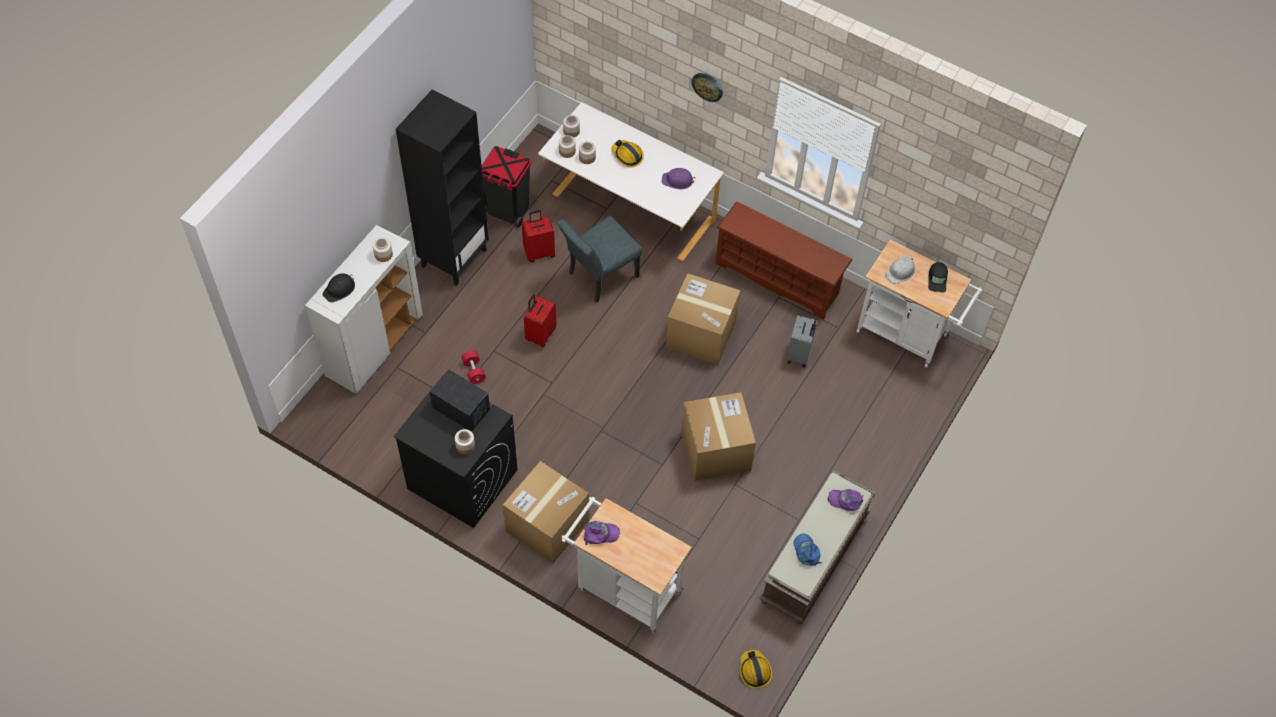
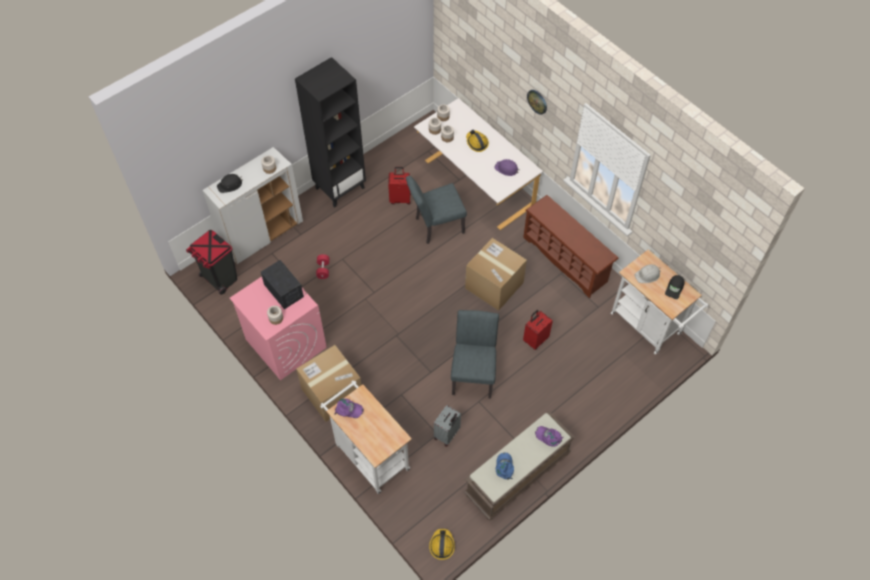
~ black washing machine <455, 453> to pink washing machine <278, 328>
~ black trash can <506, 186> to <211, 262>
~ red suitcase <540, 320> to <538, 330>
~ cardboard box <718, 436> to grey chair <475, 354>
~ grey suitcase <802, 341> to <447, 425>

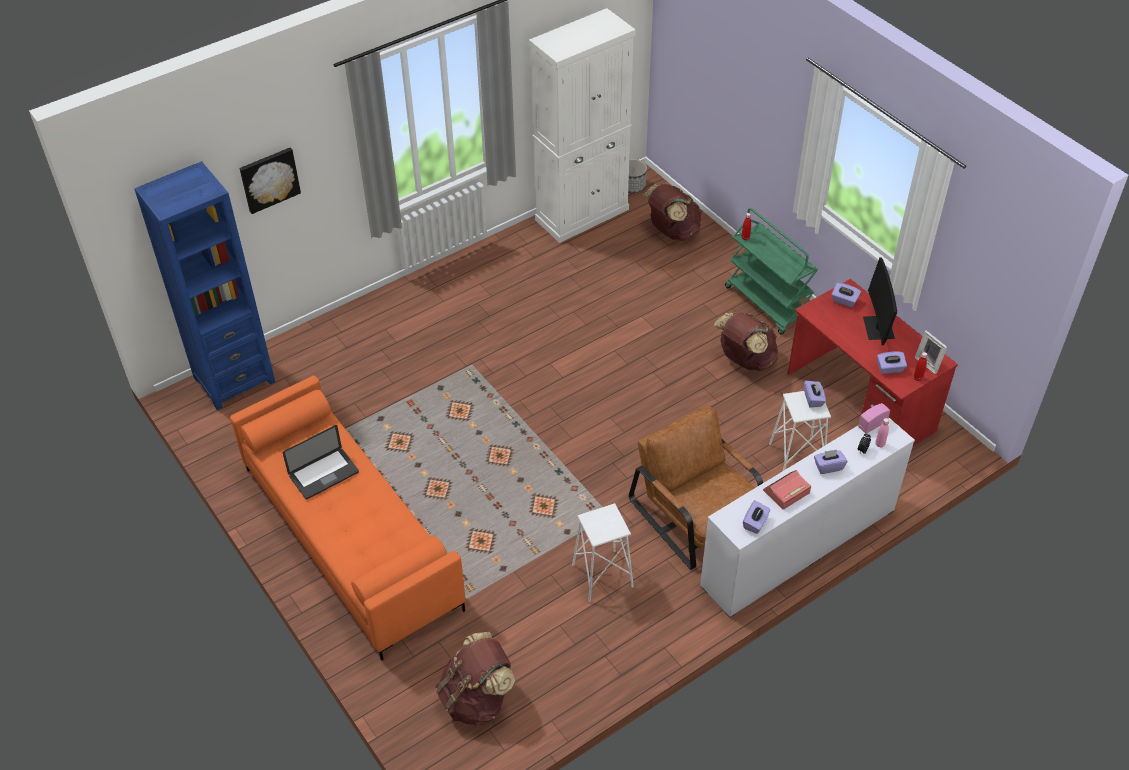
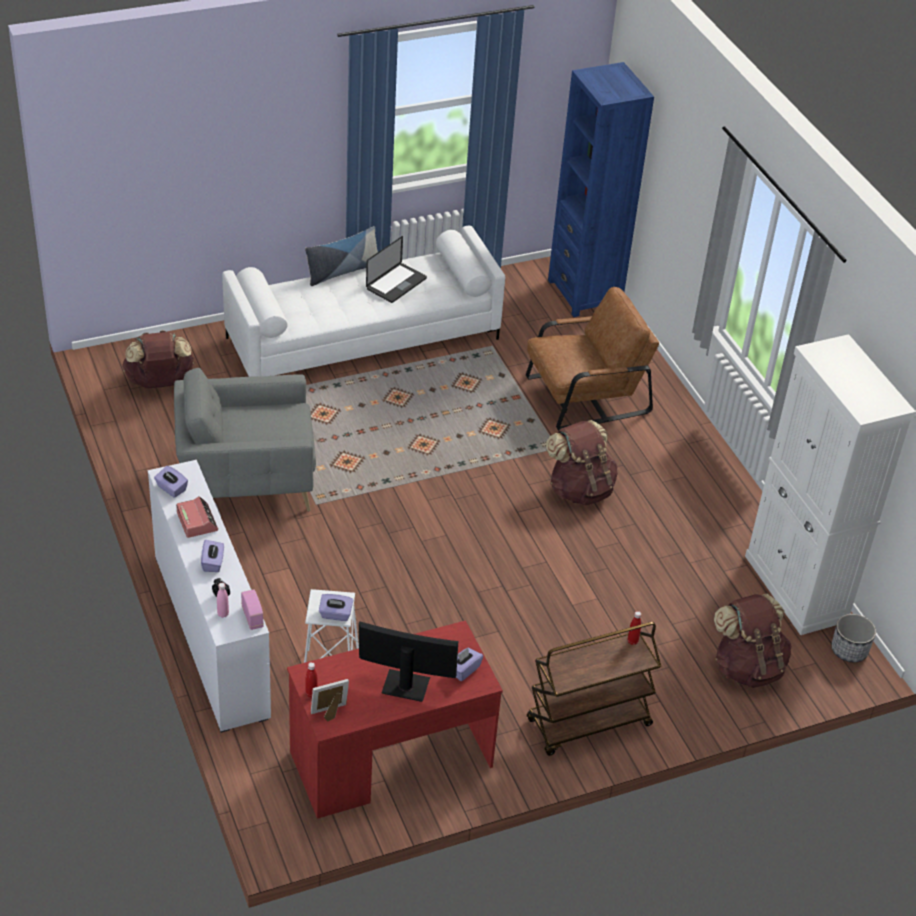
~ orange sofa <348, 518> to white sofa <363, 301>
- picture <270, 181>
~ laptop <321, 462> = <396, 269> 120 degrees counterclockwise
~ white stool <603, 552> to grey armchair <245, 440>
~ brown armchair <696, 488> to <592, 359>
~ brown backpack <746, 341> to <582, 463>
~ green cart <771, 271> to brown cart <594, 689>
- purple tissue box <892, 362>
+ pillow <341, 256>

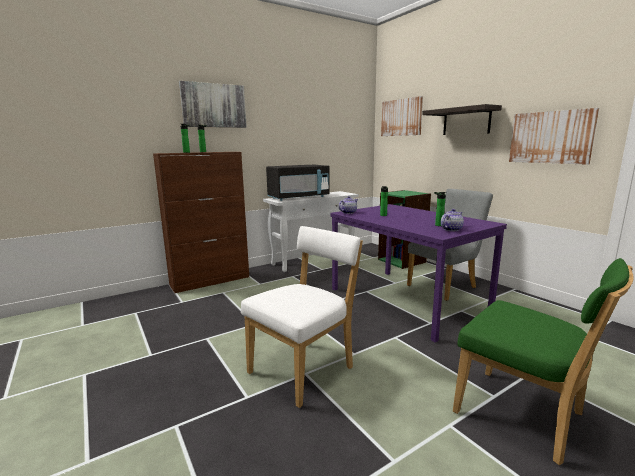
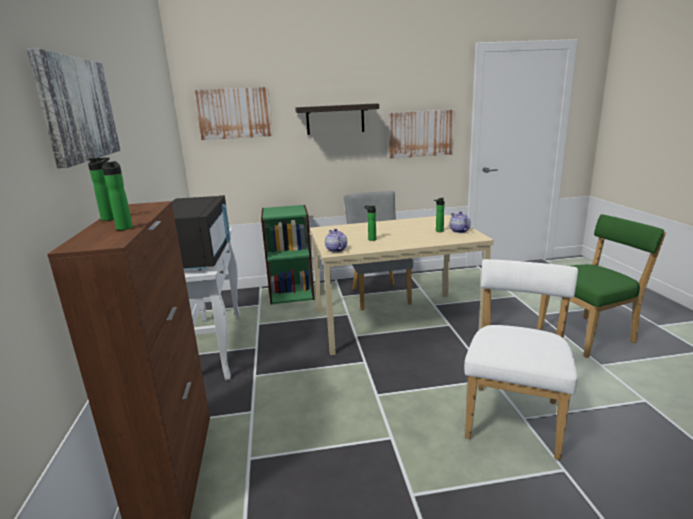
~ white chair <302, 317> = <521, 359> 45 degrees clockwise
~ purple dining table <418, 273> to beige dining table <402, 285>

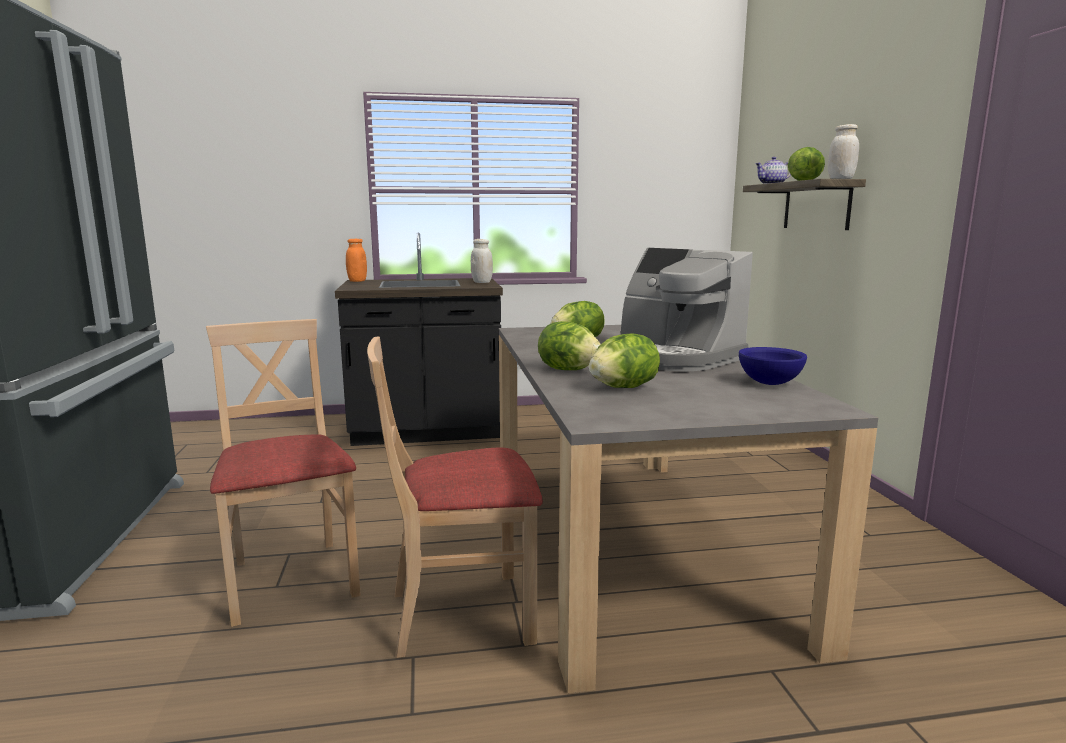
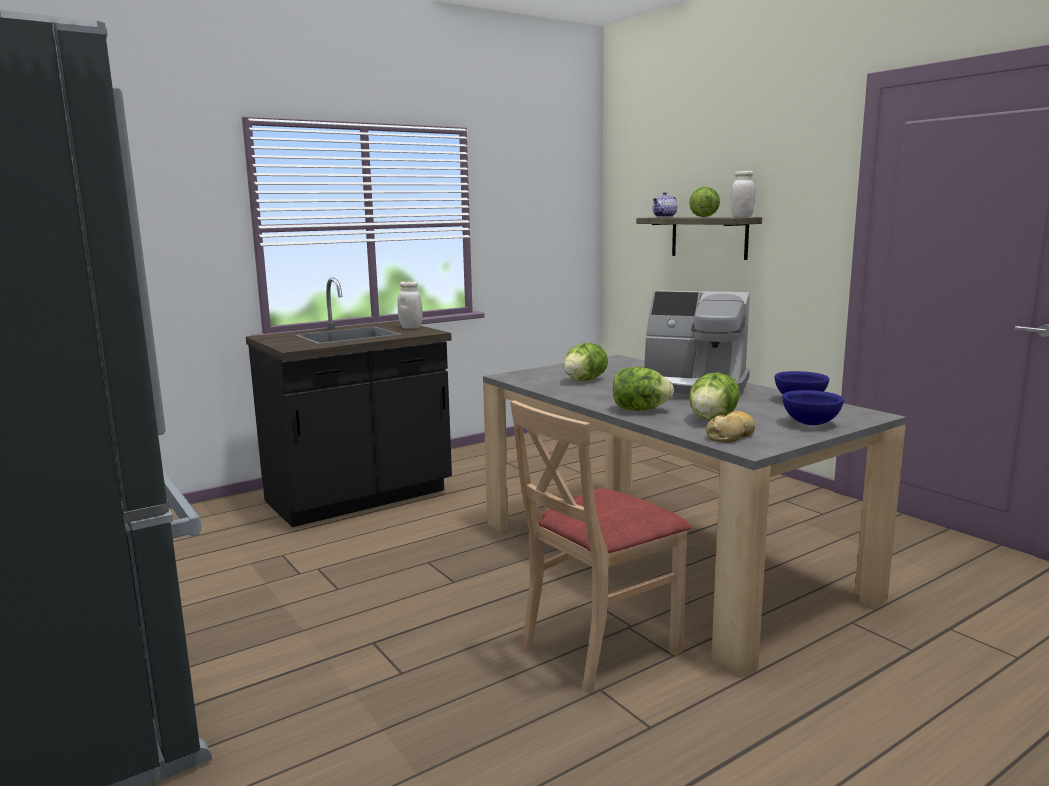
- beige chair <283, 473>
- orange jar <356, 260>
+ bread <730, 427>
+ blue bowl <813, 407>

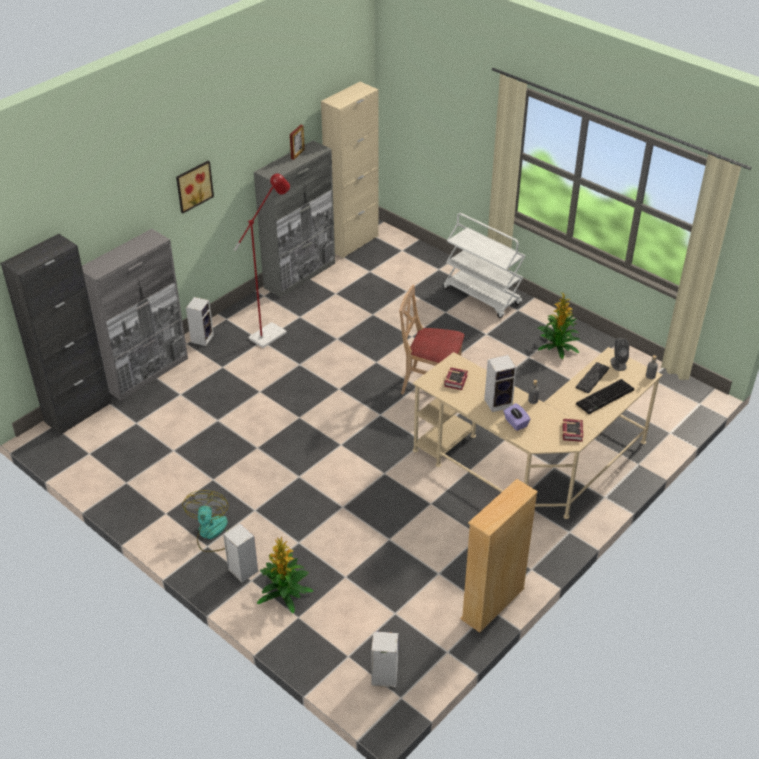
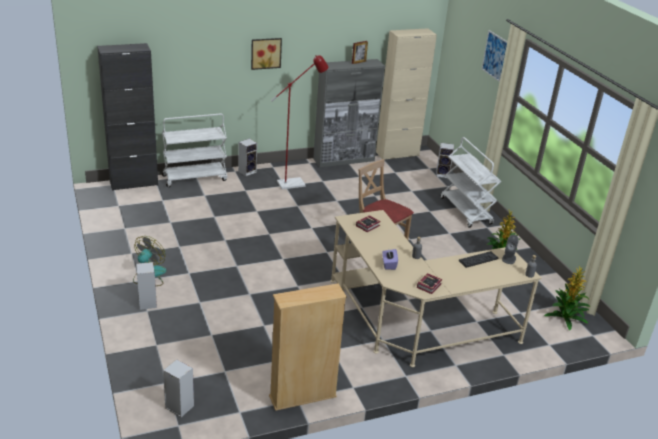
~ grey cabinet <135, 315> to white cart <194, 150>
~ potted plant <285, 575> to <567, 298>
~ speaker <500, 383> to <445, 160>
- keyboard <605, 396>
+ picture <494, 56>

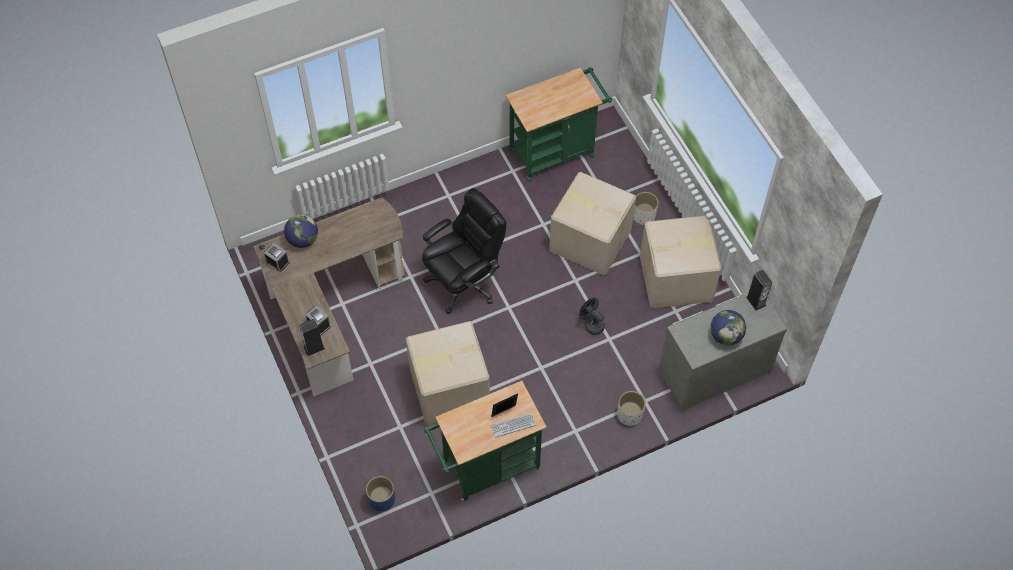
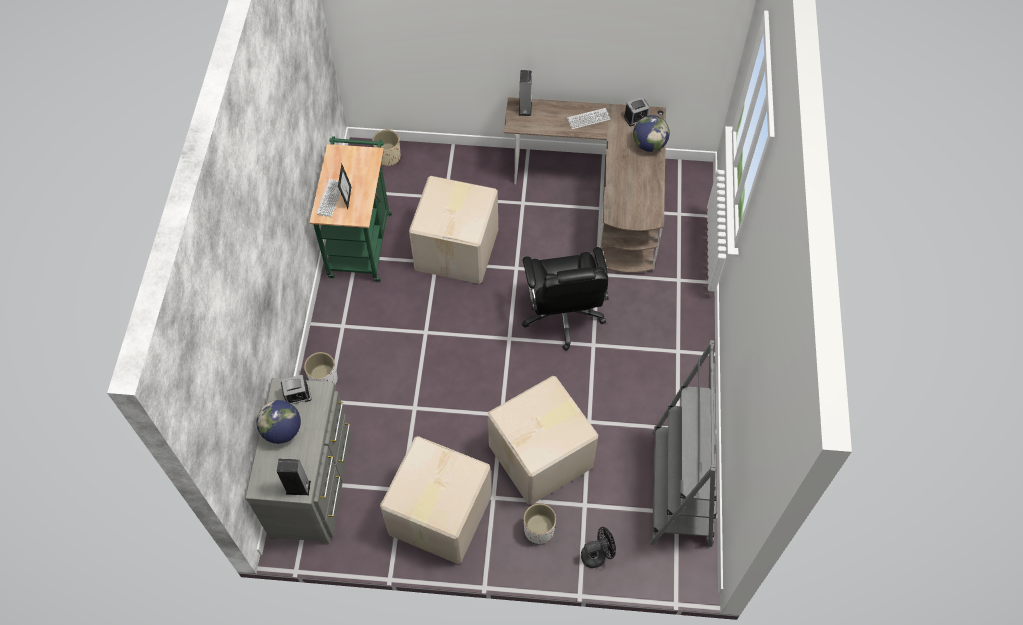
~ alarm clock <318, 320> to <296, 389>
~ blue planter <380, 494> to beige planter <387, 148>
~ green cart <559, 124> to grey bookcase <683, 443>
~ black fan <592, 316> to <598, 547>
+ keyboard <588, 118>

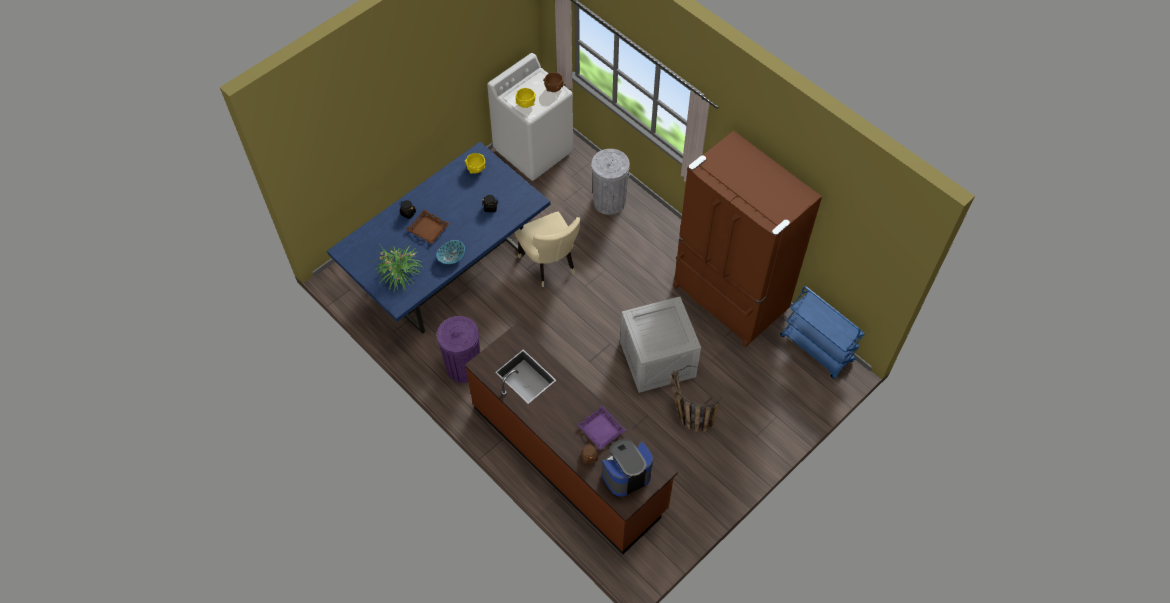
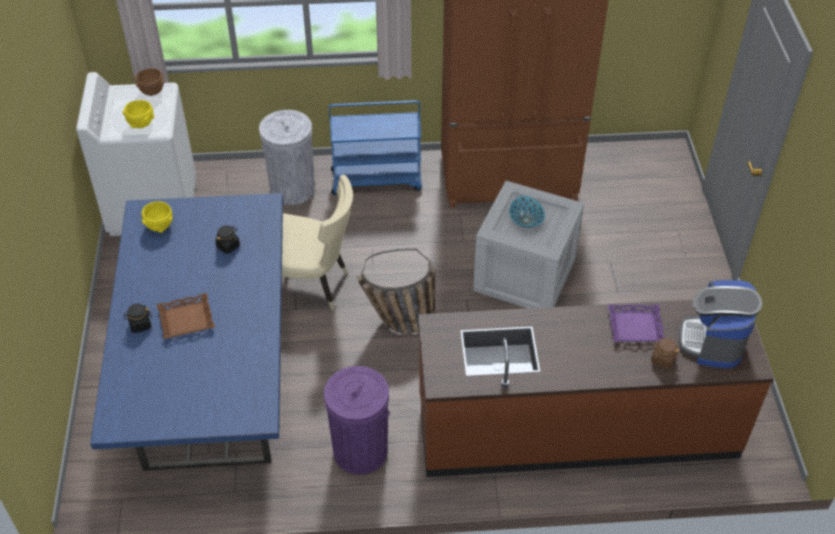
- potted plant <396, 269>
~ bowl <450, 252> to <527, 212>
~ basket <695, 399> to <395, 291>
~ blue cart <822, 332> to <375, 147>

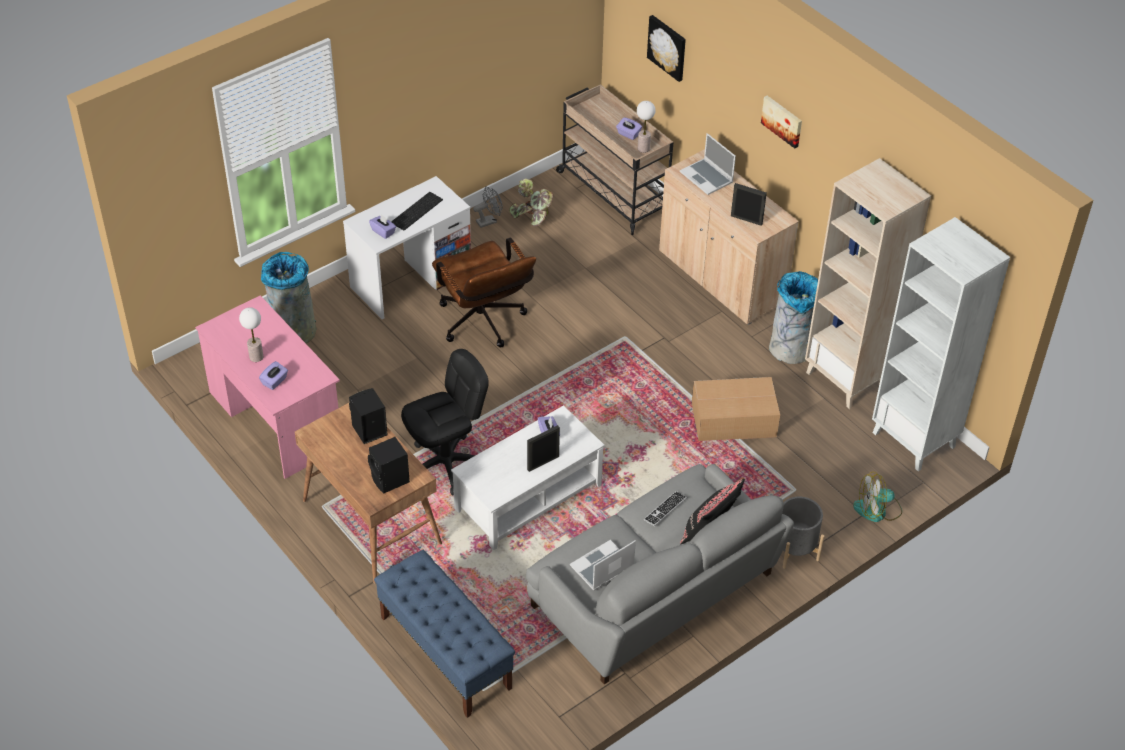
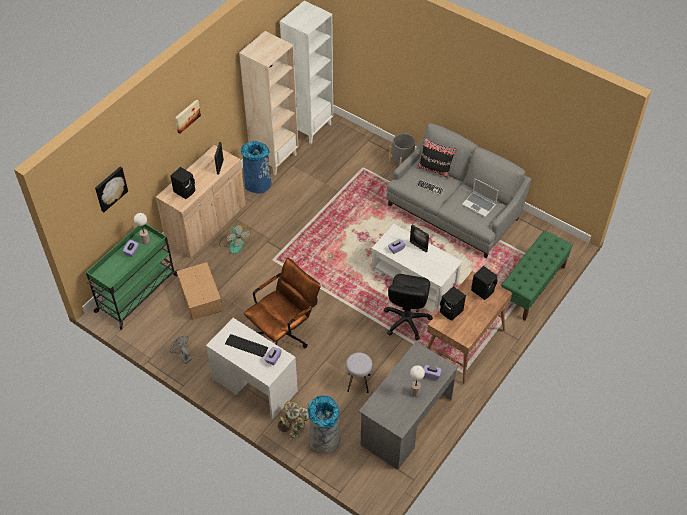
~ pink desk <267, 387> to grey desk <408, 405>
~ blue bench <444, 634> to green bench <537, 275>
~ black office chair <445, 422> = <408, 307> 120 degrees counterclockwise
~ potted plant <531, 203> to <293, 419>
~ beige cart <614, 159> to green cart <132, 277>
~ laptop <708, 164> to black speaker <183, 183>
~ cardboard box <736, 409> to <200, 291>
~ grey trash can <793, 317> to blue trash can <256, 167>
~ fan <877, 497> to <235, 239>
+ grey stool <359, 373>

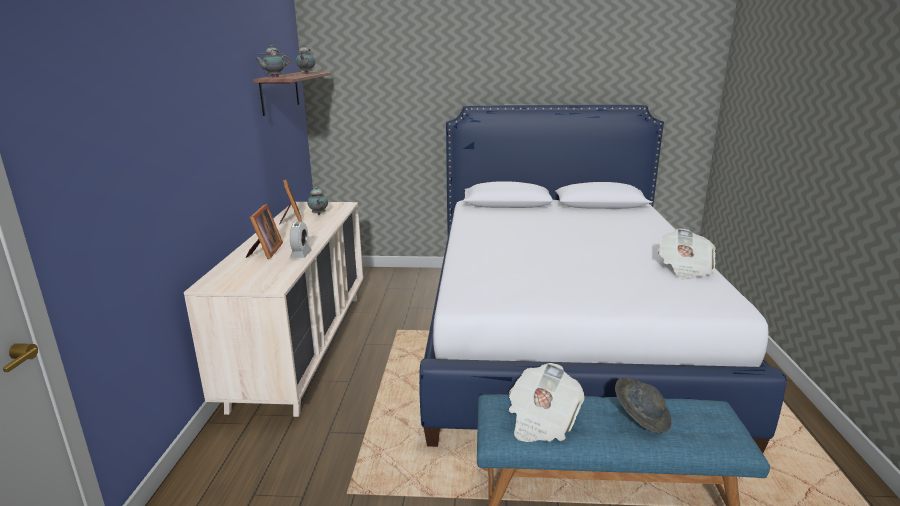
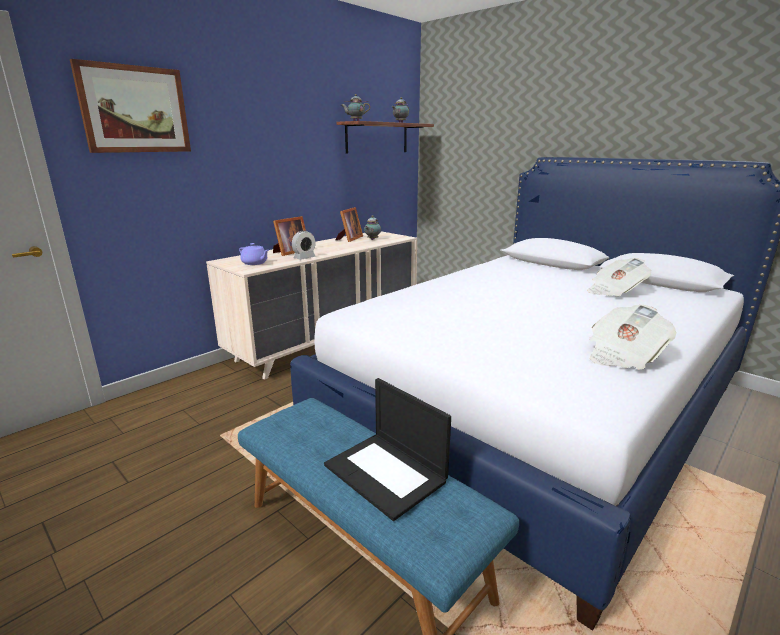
~ newspaper <546, 402> to <619, 277>
~ grey hat <643, 405> to laptop <387, 449>
+ picture <130, 106>
+ purple teapot <254, 254>

